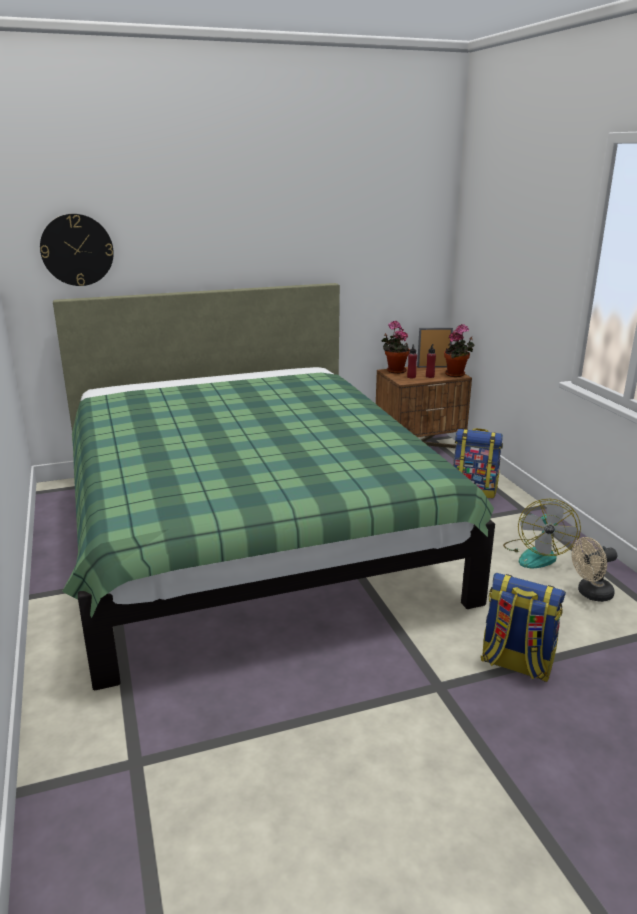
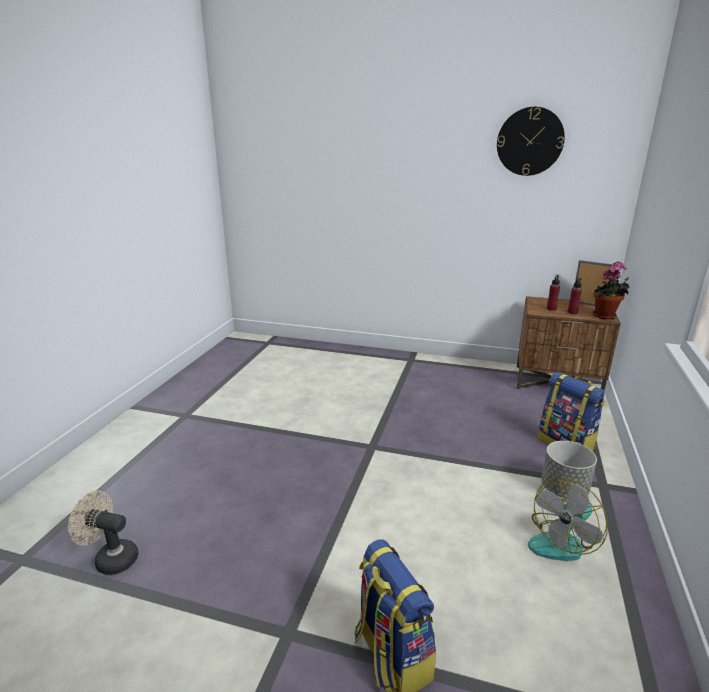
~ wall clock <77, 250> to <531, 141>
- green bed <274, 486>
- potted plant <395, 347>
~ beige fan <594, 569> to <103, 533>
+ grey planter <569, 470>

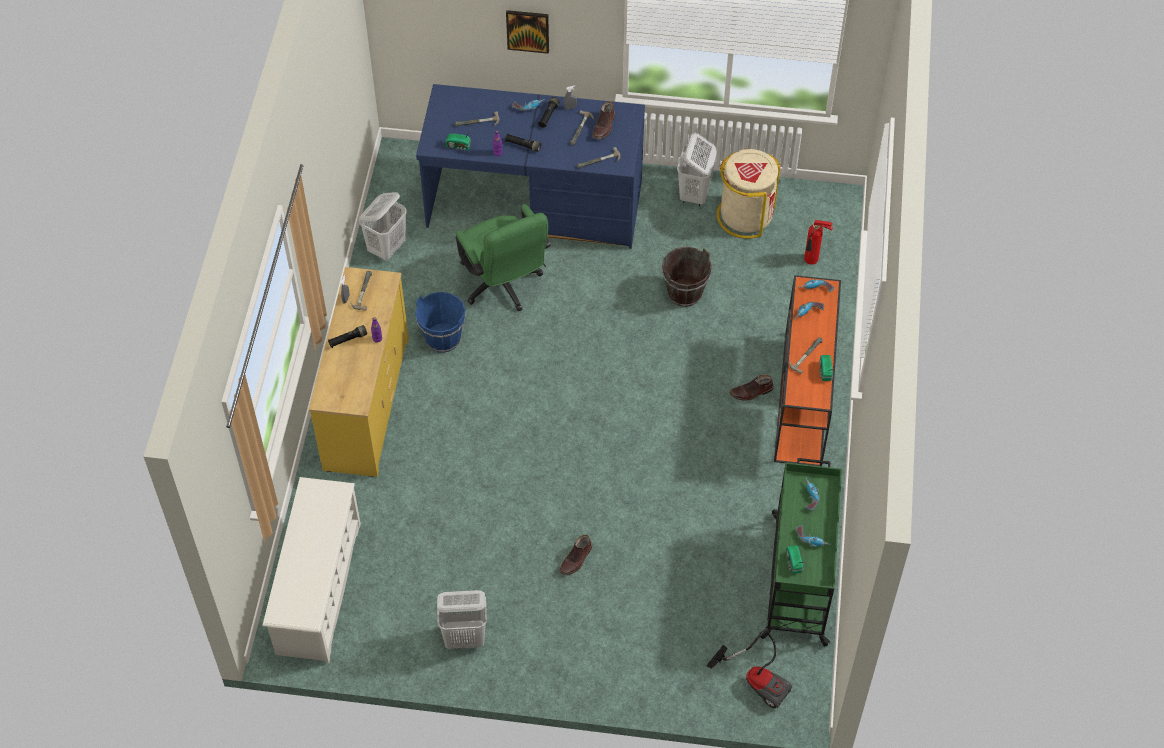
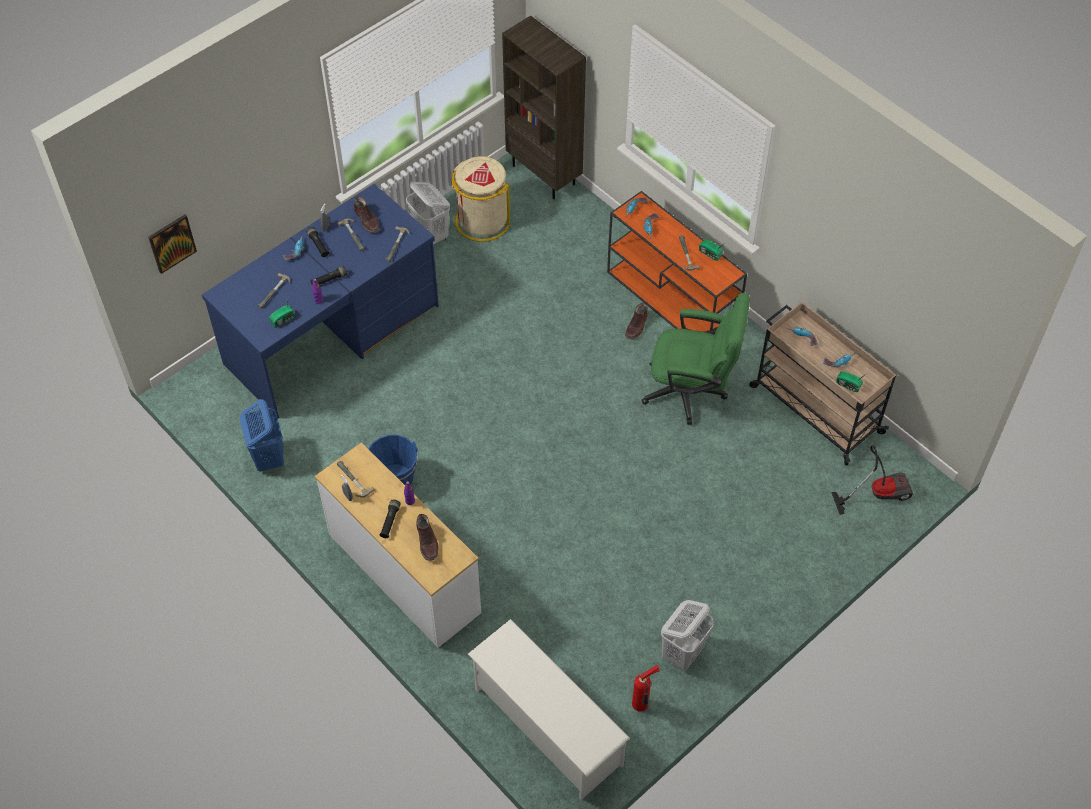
~ yellow dresser <359, 372> to white dresser <398, 545>
~ white laundry basket <383, 226> to blue laundry basket <262, 435>
~ green office chair <503, 257> to <695, 359>
~ picture <527, 32> to <172, 244>
~ brown boot <575, 555> to <427, 537>
- brown bucket <687, 277>
~ green cart <801, 552> to beige cart <822, 384>
~ fire extinguisher <818, 242> to <646, 688>
+ brown bookcase <544, 107>

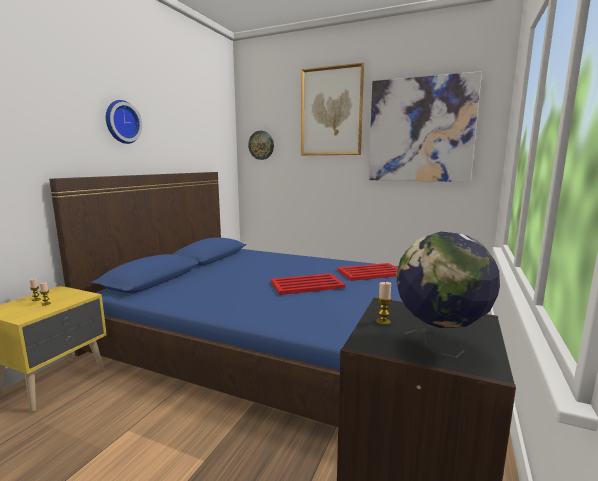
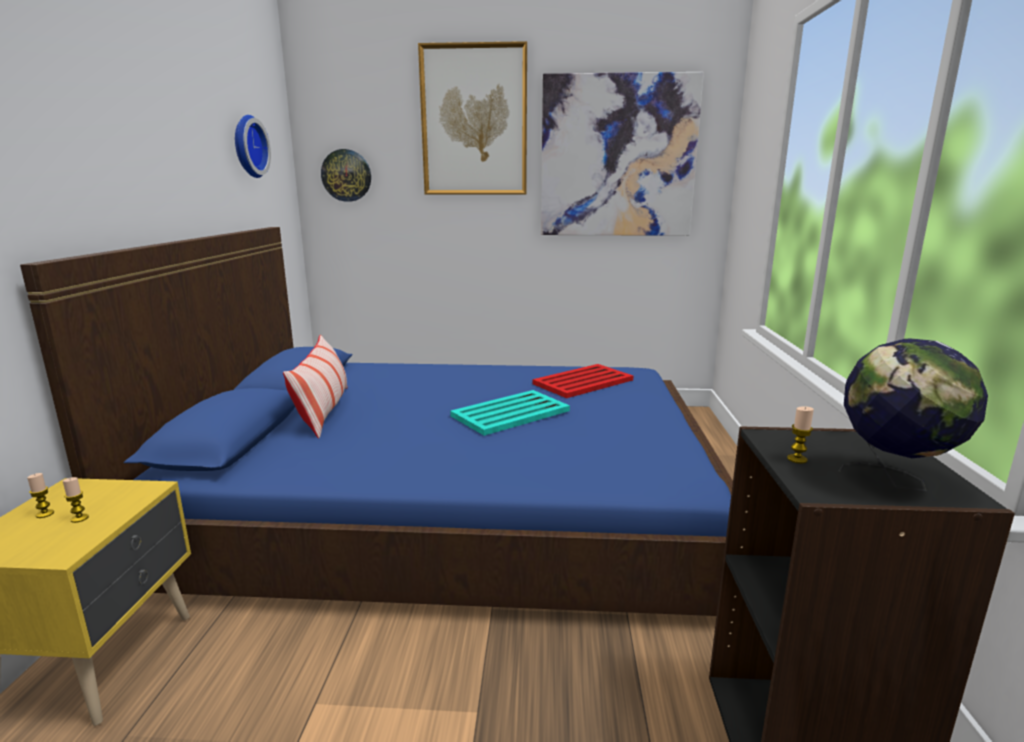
~ wall clock <124, 122> to <253, 146>
~ red tray <308, 284> to turquoise tray <510, 413>
+ pillow <315, 387>

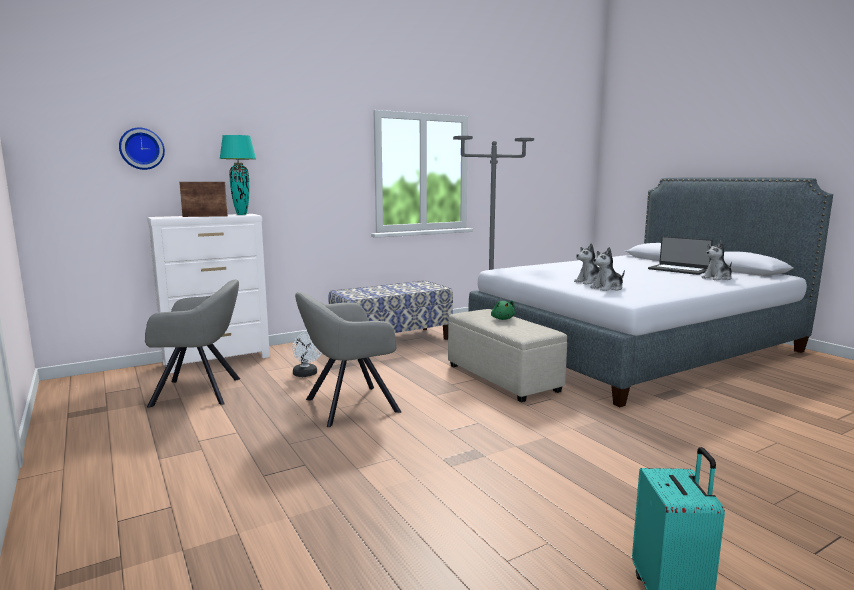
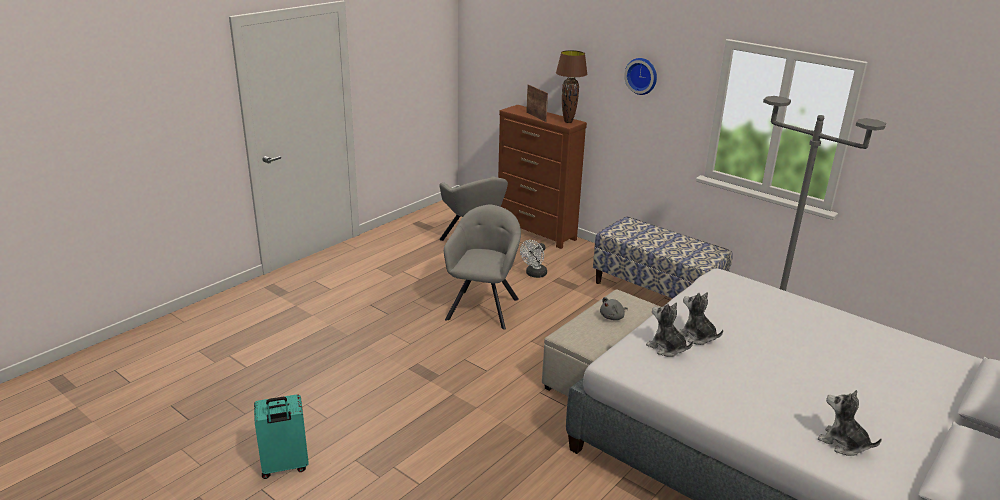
~ wall clock <142, 149> to <640, 76>
~ white dresser <208, 293> to brown dresser <542, 177>
~ turquoise table lamp <237, 175> to brown table lamp <571, 86>
~ grey armchair <348, 359> = <482, 267> 60 degrees clockwise
~ green plush toy <503, 310> to grey plush toy <614, 308>
- laptop <680, 255>

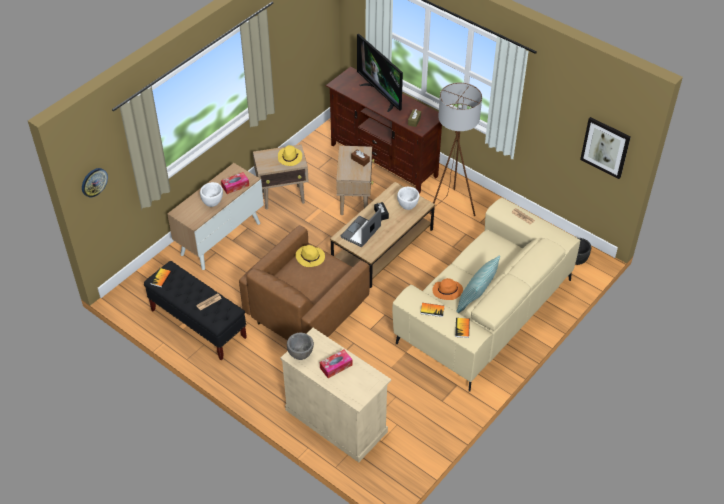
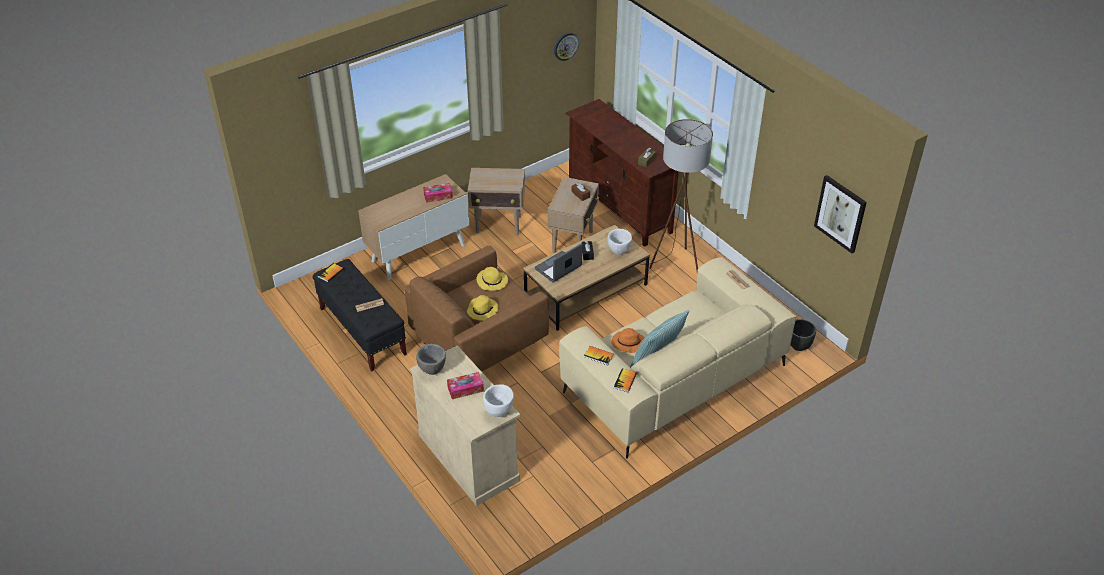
~ wall clock <95, 182> to <566, 47>
~ white bowl <211, 194> to <498, 400>
~ yellow hat <290, 155> to <482, 308>
- television <380, 73>

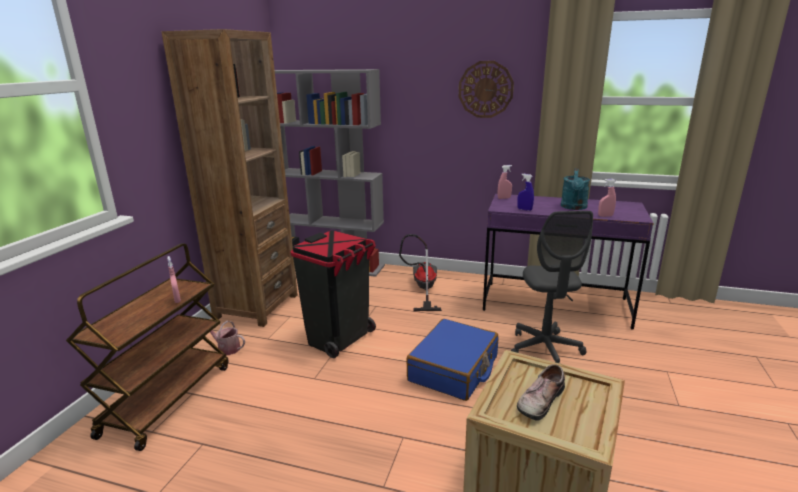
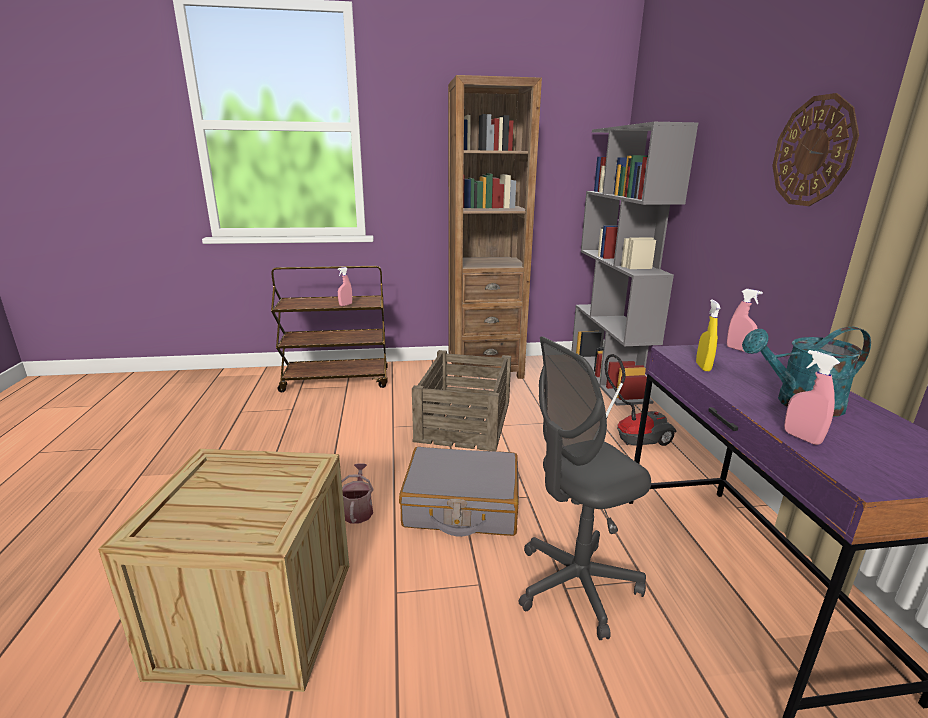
~ watering can <227, 338> to <357, 493>
~ black trash can <333, 294> to crate <461, 400>
~ blue suitcase <452, 360> to grey suitcase <459, 492>
~ blue spray bottle <525, 192> to yellow spray bottle <708, 335>
- shoe <541, 392>

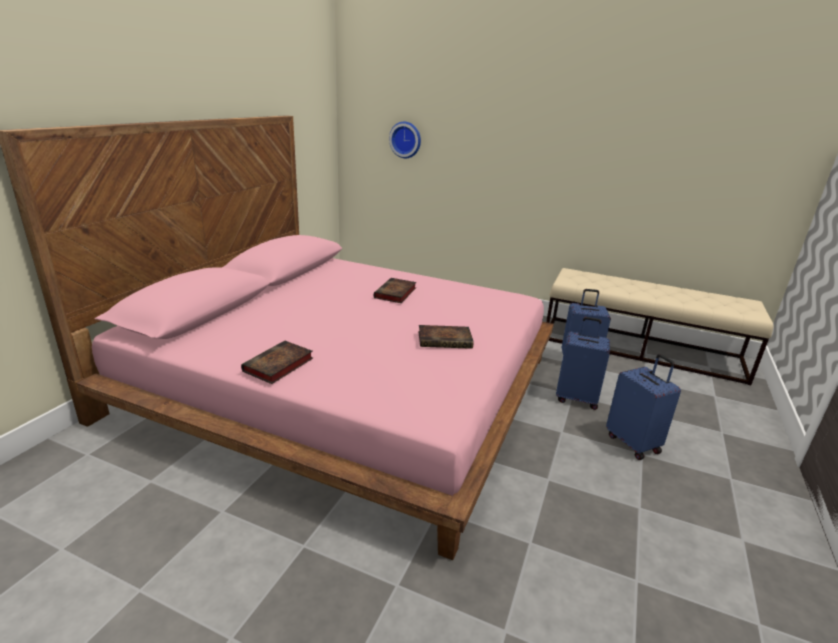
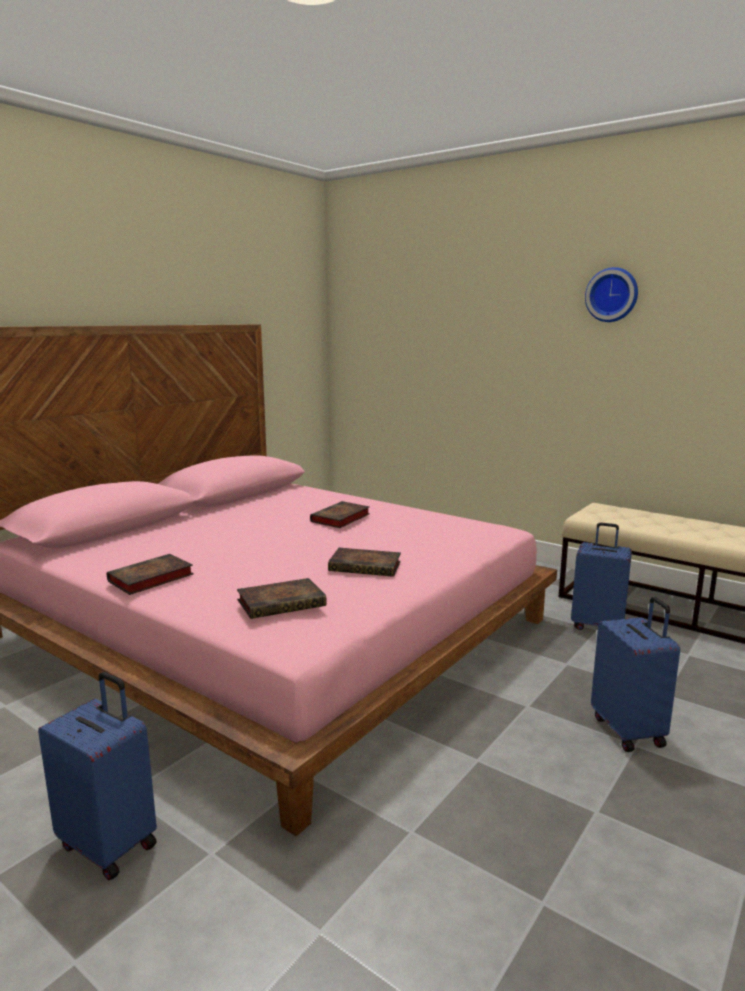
~ wall clock <405, 140> to <611, 294>
~ blue suitcase <583, 363> to <97, 776>
+ book <282, 598>

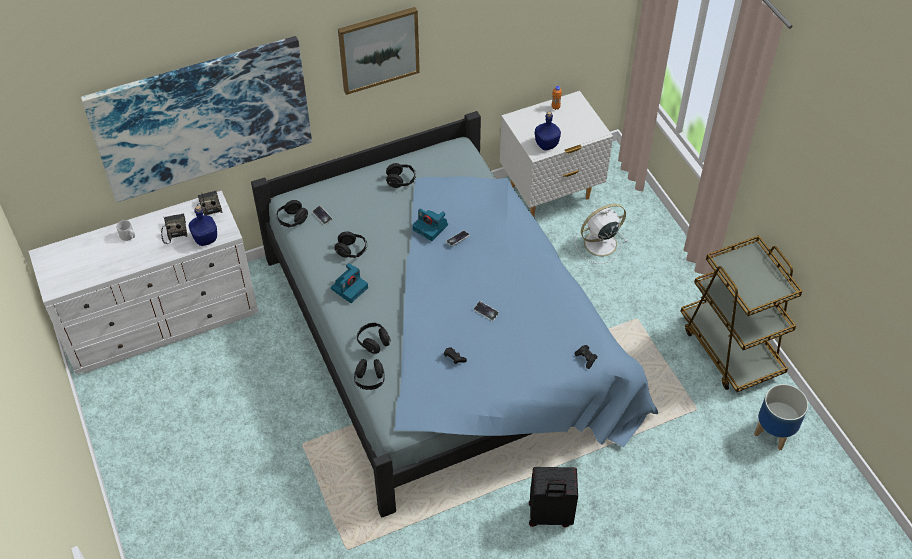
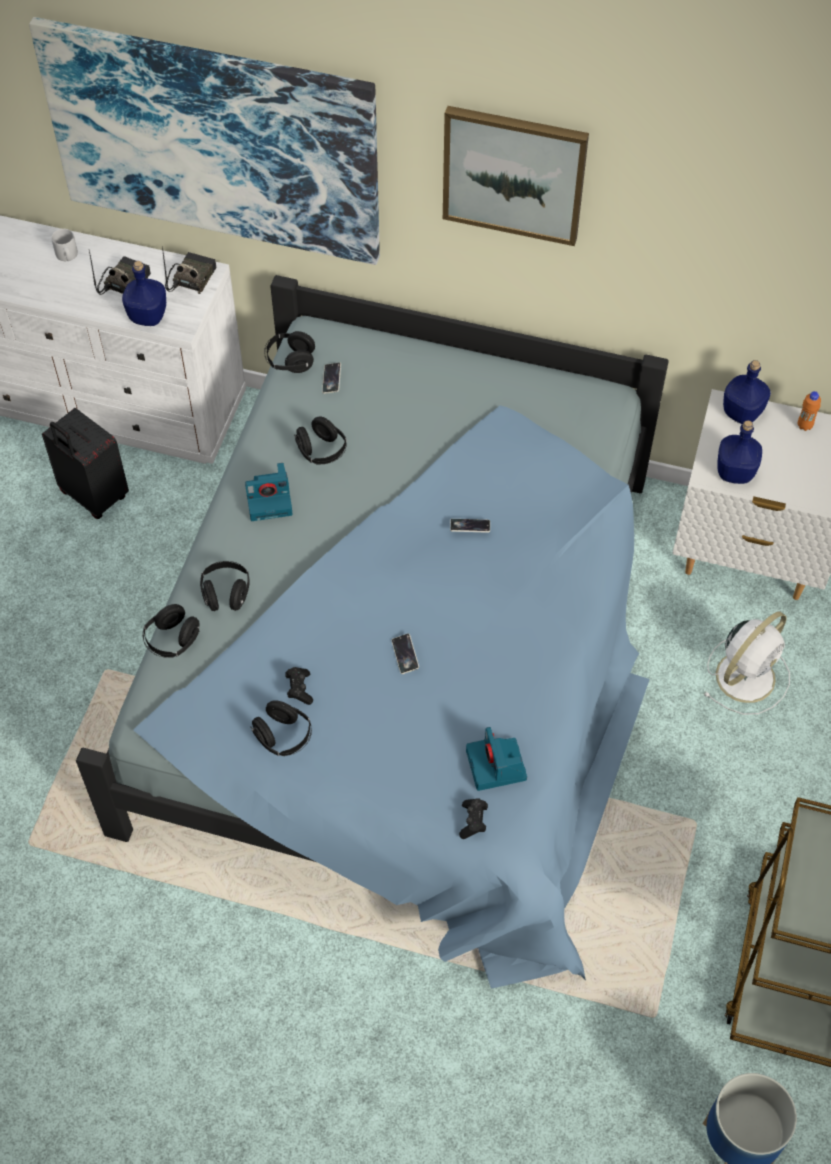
~ black headphones <401, 175> to <281, 728>
~ photo camera <430, 225> to <496, 759>
~ black suitcase <553, 497> to <85, 463>
~ white fan <601, 234> = <746, 663> 120 degrees clockwise
+ blue bottle <747, 392>

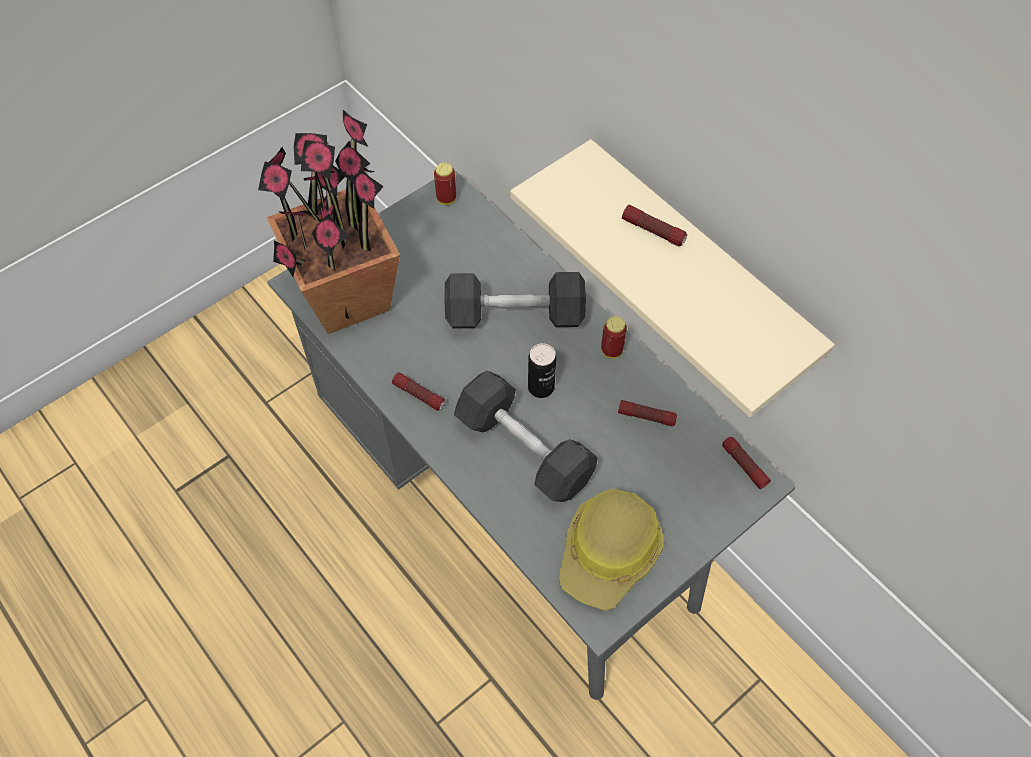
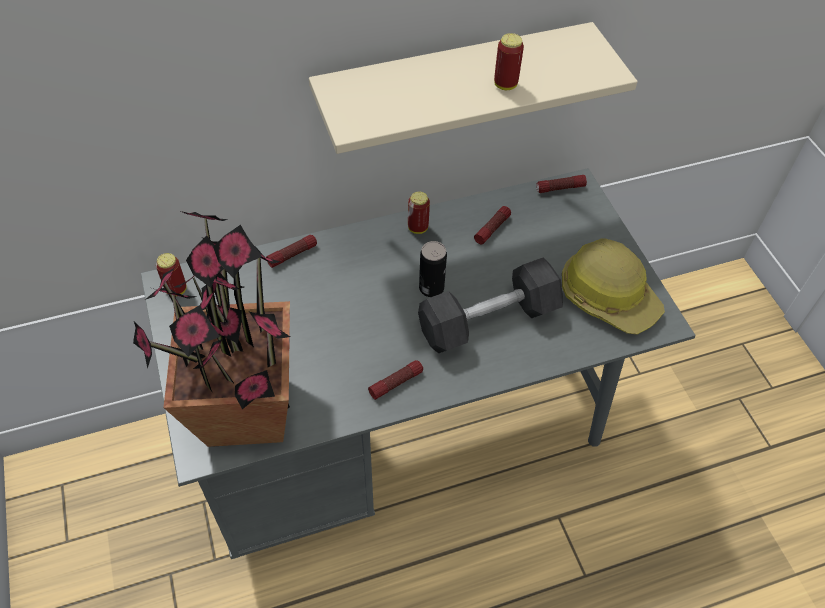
- grey dumbbell <515, 300>
~ flashlight <654, 226> to <291, 251>
+ can <509, 61>

